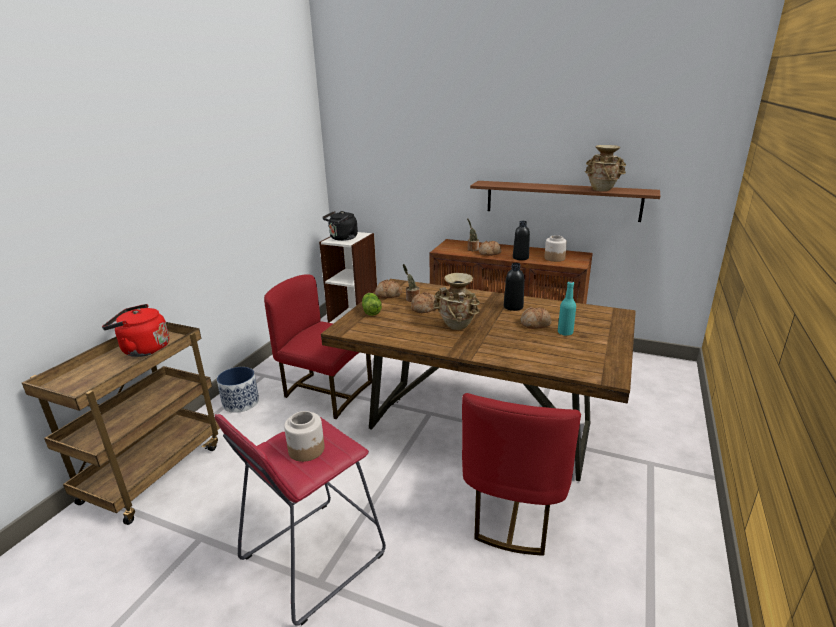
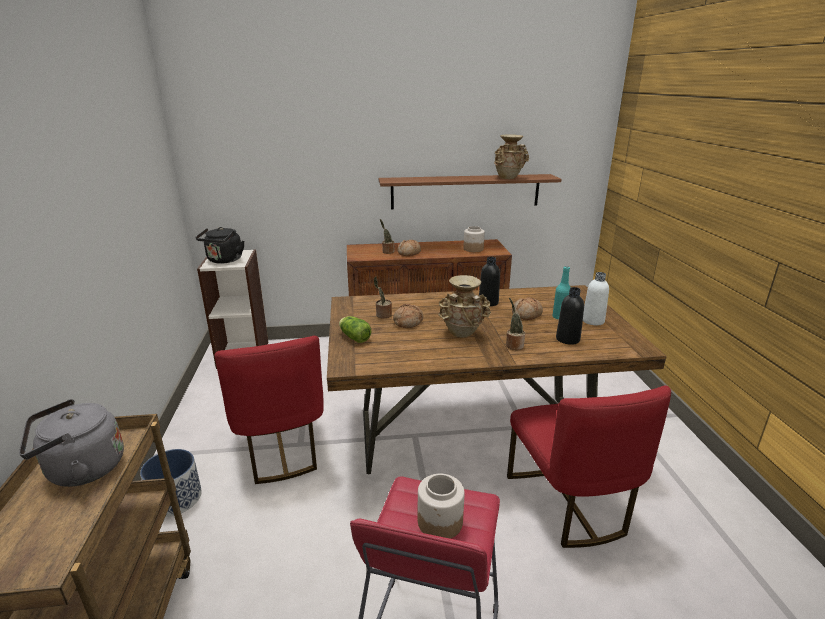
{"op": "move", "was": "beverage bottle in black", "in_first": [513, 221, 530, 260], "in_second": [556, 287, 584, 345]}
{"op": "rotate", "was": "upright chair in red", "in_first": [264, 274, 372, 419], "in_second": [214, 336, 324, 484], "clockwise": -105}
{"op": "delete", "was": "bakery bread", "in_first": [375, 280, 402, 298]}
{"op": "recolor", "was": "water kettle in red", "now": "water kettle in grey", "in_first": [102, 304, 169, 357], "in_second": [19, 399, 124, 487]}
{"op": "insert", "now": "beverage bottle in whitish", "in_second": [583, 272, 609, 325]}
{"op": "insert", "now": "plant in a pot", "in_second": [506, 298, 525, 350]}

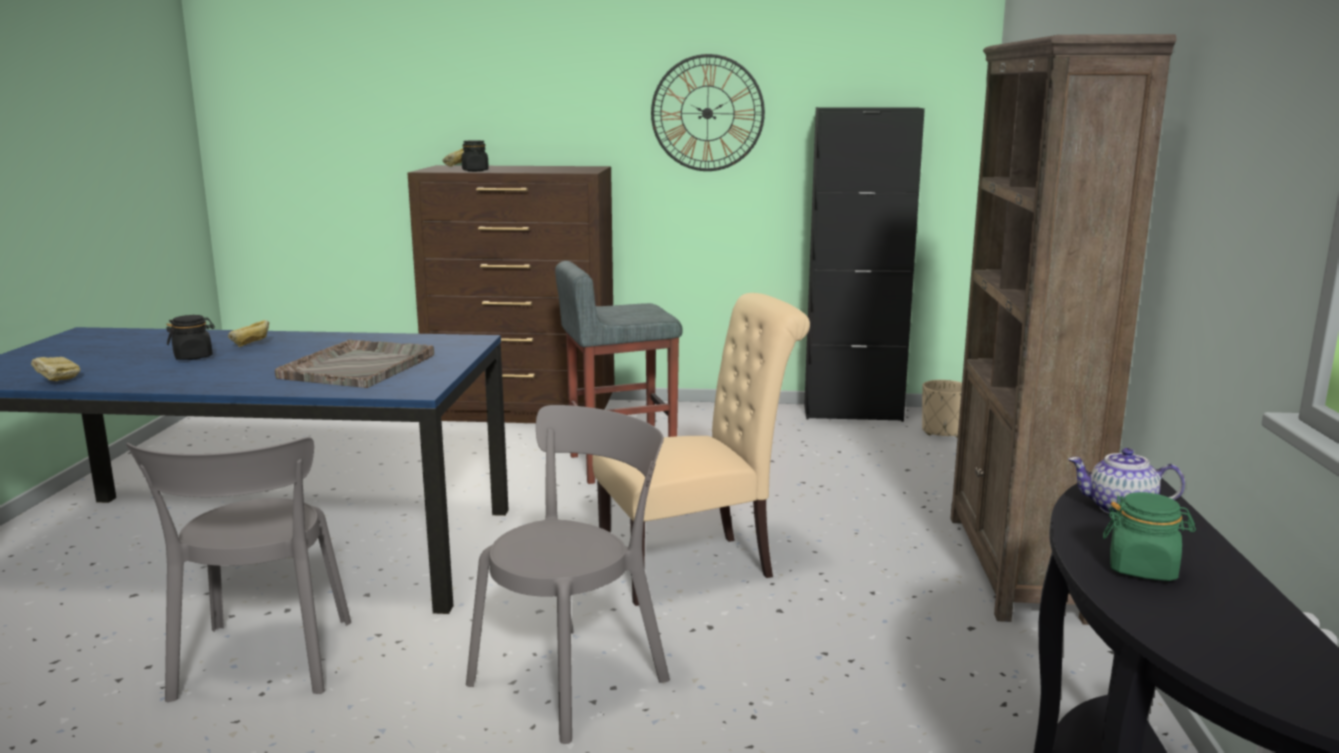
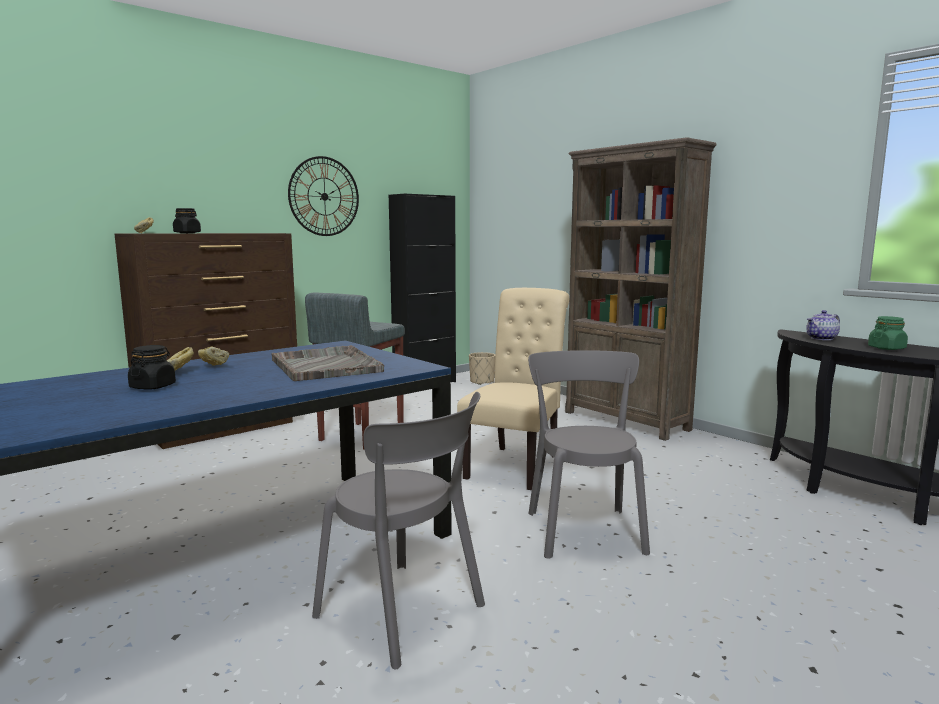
{"op": "move", "was": "bakery bread", "in_first": [31, 357, 80, 381], "in_second": [198, 347, 229, 366]}

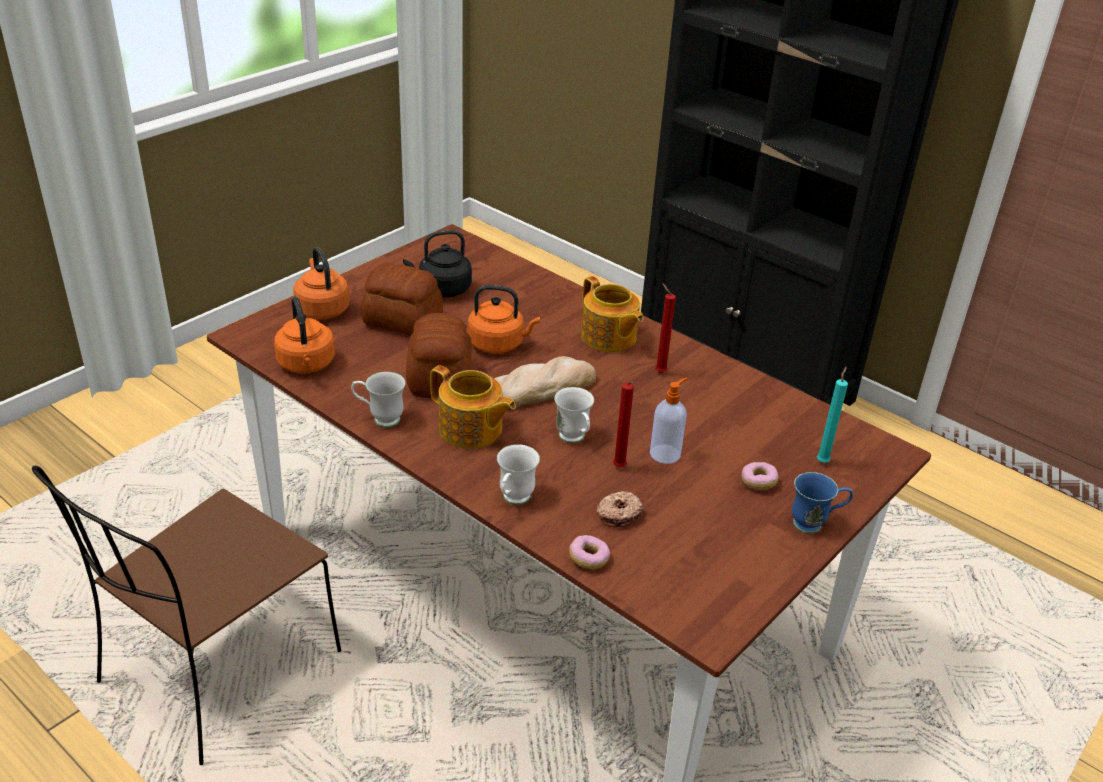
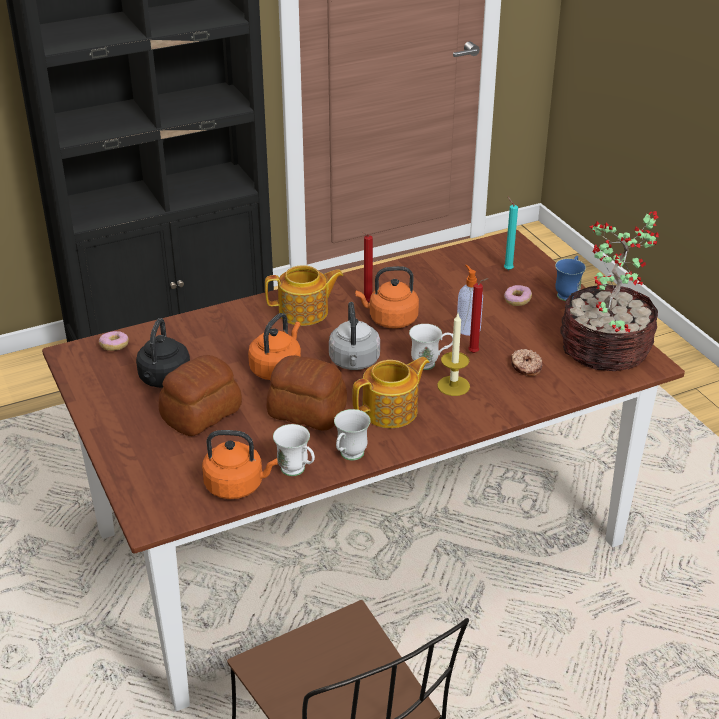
{"op": "move", "was": "water kettle in orange-coloured", "in_first": [293, 247, 350, 320], "in_second": [355, 266, 419, 329]}
{"op": "replace", "was": "bakery bread", "now": "water kettle in grey", "in_first": [494, 356, 596, 409], "in_second": [329, 302, 380, 370]}
{"op": "move", "was": "tea mug in whitish", "in_first": [497, 444, 540, 505], "in_second": [273, 424, 315, 476]}
{"op": "move", "was": "ring doughnut", "in_first": [569, 535, 610, 569], "in_second": [99, 331, 129, 351]}
{"op": "insert", "now": "plant in a pot", "in_second": [561, 211, 659, 371]}
{"op": "insert", "now": "wax light", "in_second": [437, 314, 470, 396]}

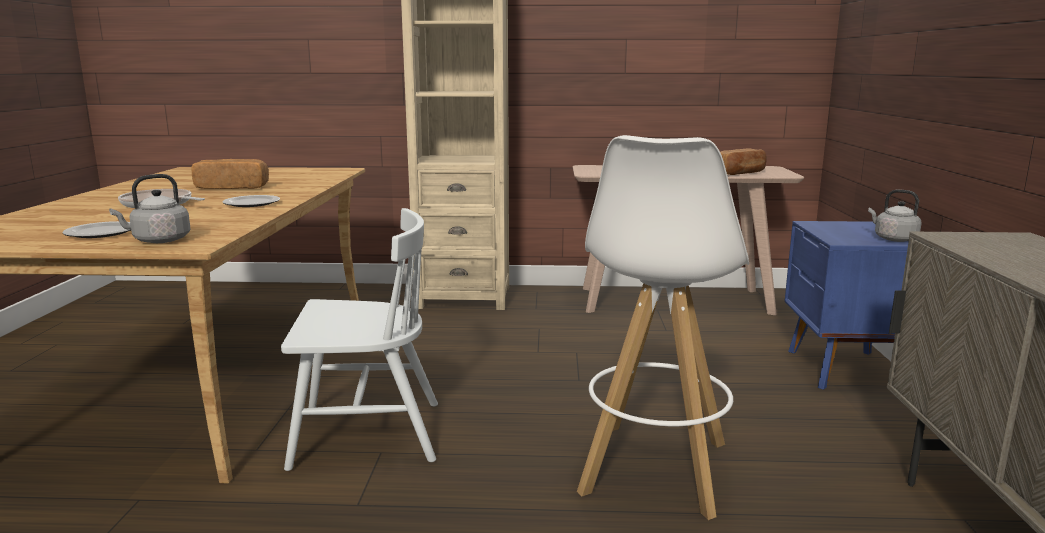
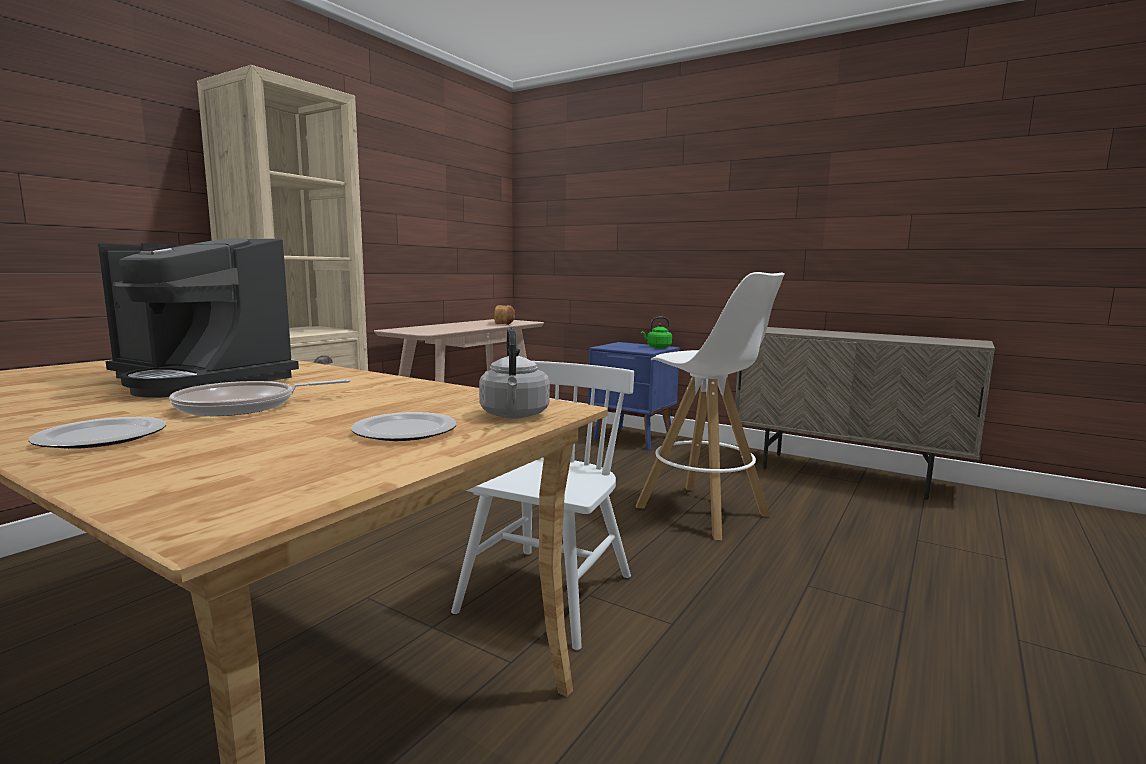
{"op": "replace", "was": "bakery bread", "now": "coffee brewer", "in_first": [192, 159, 269, 189], "in_second": [98, 238, 299, 398]}
{"op": "recolor", "was": "water kettle in grey", "now": "water kettle in green", "in_first": [868, 190, 922, 242], "in_second": [641, 317, 672, 348]}
{"op": "move", "was": "plate", "in_first": [223, 195, 280, 207], "in_second": [28, 417, 166, 449]}

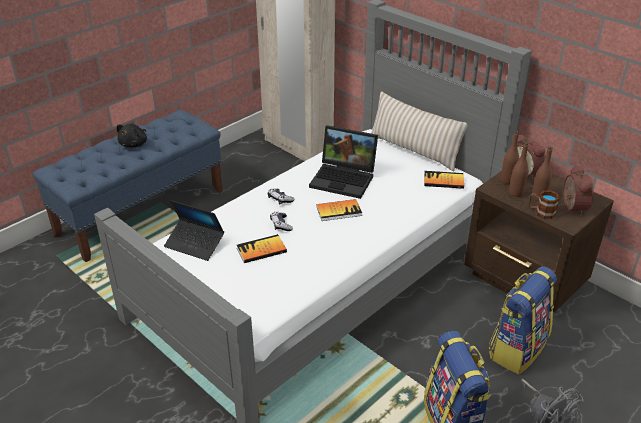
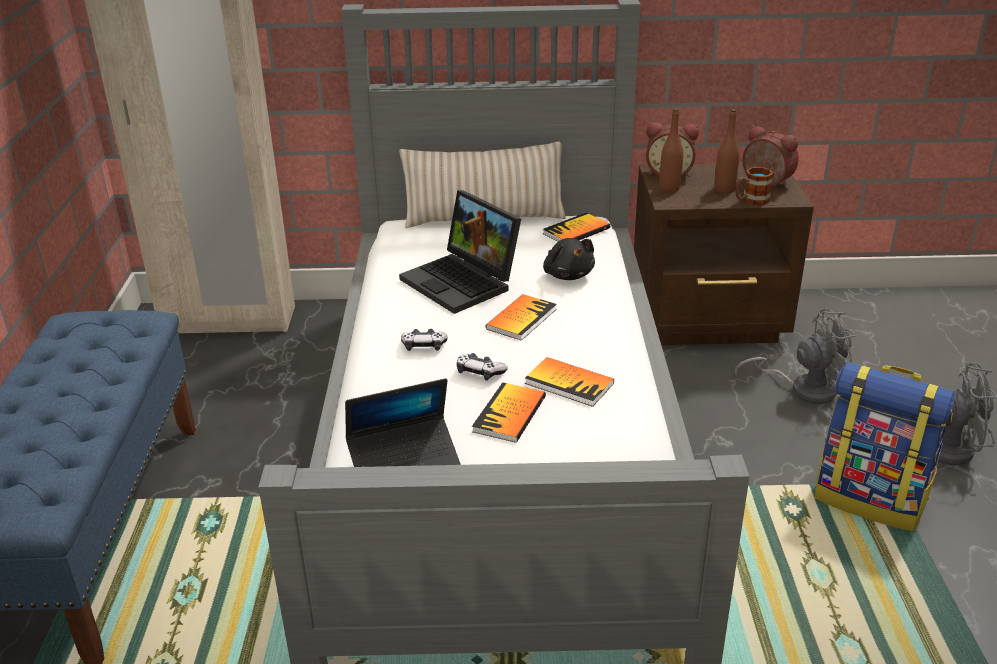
{"op": "move", "was": "soft toy in black", "in_first": [117, 124, 147, 148], "in_second": [543, 238, 595, 280]}
{"op": "rotate", "was": "notebook computer", "in_first": [309, 125, 378, 199], "in_second": [399, 190, 521, 314], "clockwise": 75}
{"op": "delete", "was": "beverage bottle in brown-coloured", "in_first": [509, 142, 529, 197]}
{"op": "replace", "was": "backpack", "now": "cooling fan in grey", "in_first": [489, 266, 557, 375], "in_second": [735, 309, 856, 404]}
{"op": "insert", "now": "volume", "in_second": [525, 357, 614, 407]}

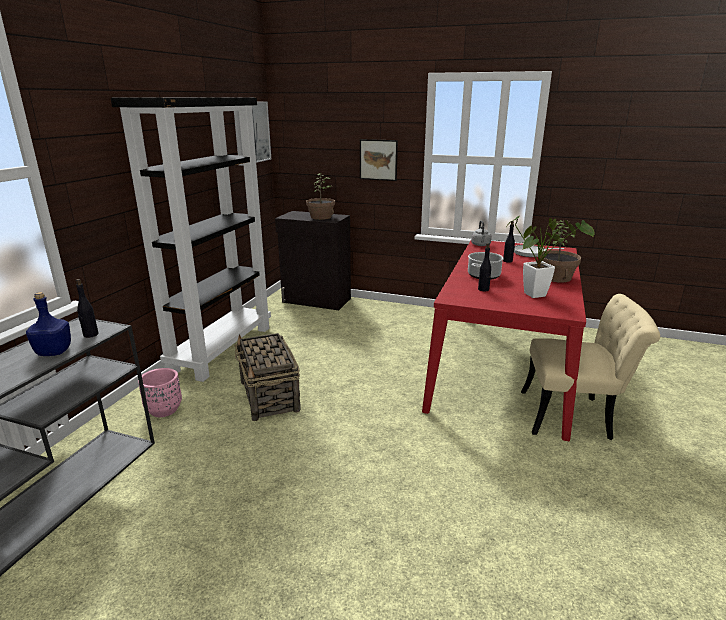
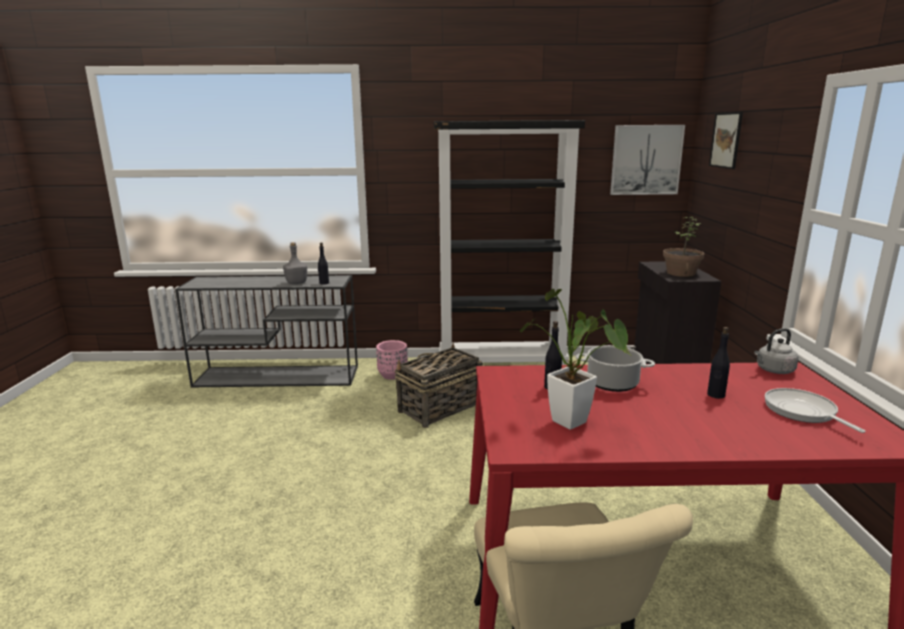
{"op": "move", "was": "wall picture", "in_first": [360, 139, 398, 181], "in_second": [709, 112, 743, 169]}
{"op": "delete", "was": "plant in a pot", "in_first": [541, 220, 581, 282]}
{"op": "recolor", "was": "beverage bottle in blue-coloured", "now": "beverage bottle in grey", "in_first": [26, 292, 71, 356], "in_second": [283, 242, 307, 284]}

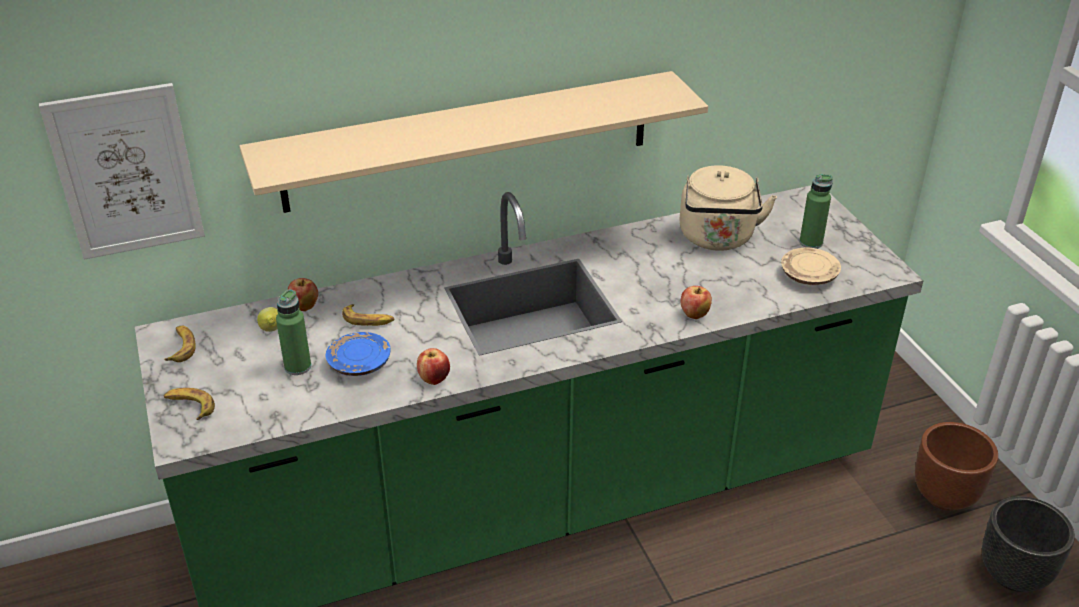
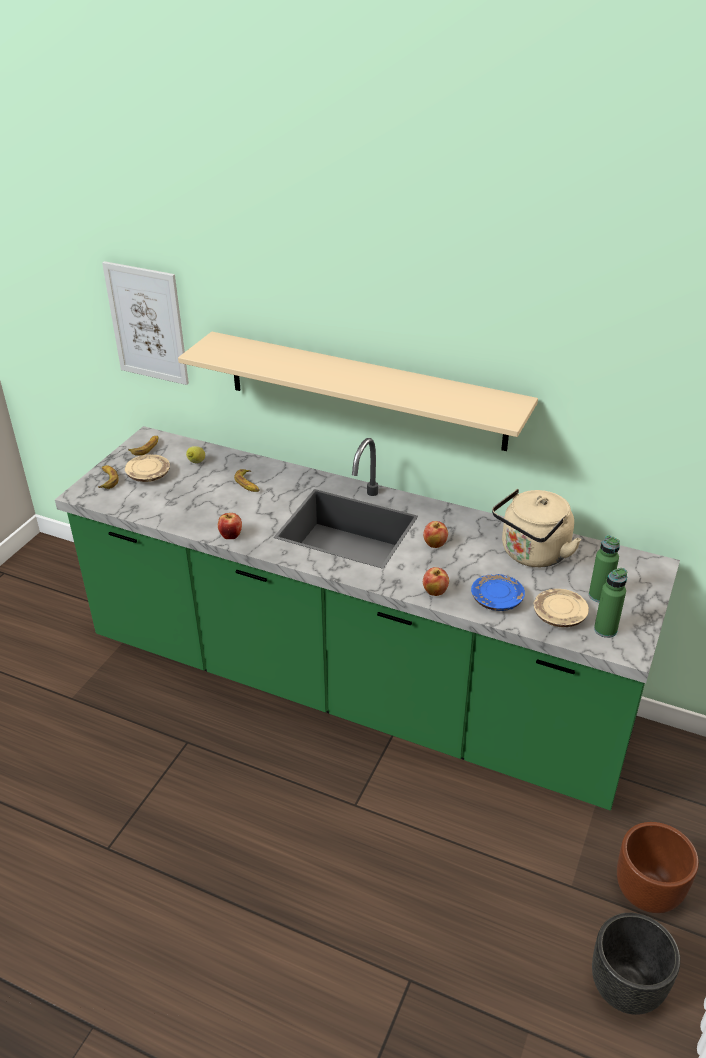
{"op": "move", "was": "apple", "in_first": [288, 278, 318, 311], "in_second": [423, 521, 448, 548]}
{"op": "move", "was": "beverage bottle in green", "in_first": [276, 290, 311, 375], "in_second": [594, 568, 628, 638]}
{"op": "move", "was": "plate in blue-coloured", "in_first": [326, 332, 391, 376], "in_second": [471, 574, 525, 611]}
{"op": "insert", "now": "plate in beige-coloured", "in_second": [125, 455, 170, 482]}

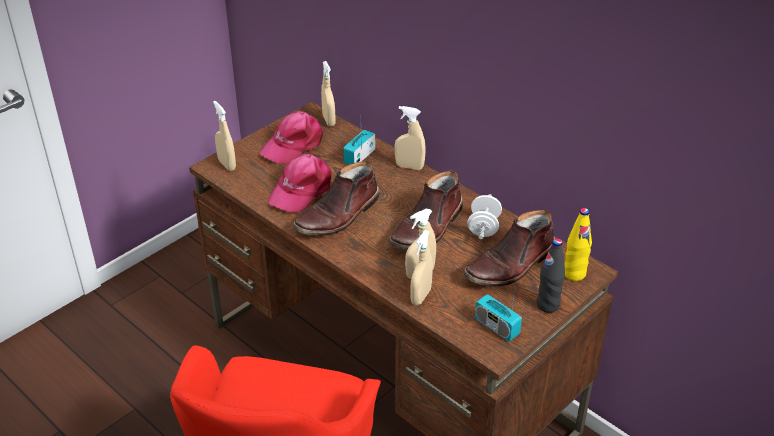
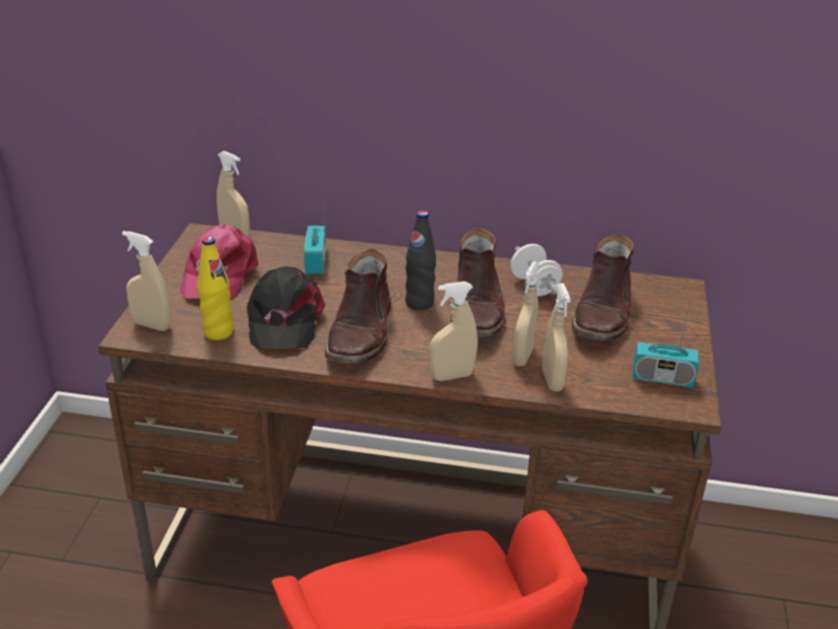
{"op": "move", "was": "sprayer in beige-coloured", "in_first": [395, 106, 426, 170], "in_second": [429, 281, 478, 381]}
{"op": "recolor", "was": "baseball cap in pinkish", "now": "baseball cap in black", "in_first": [268, 154, 332, 213], "in_second": [247, 266, 325, 350]}
{"op": "move", "was": "beverage bottle in yellowish", "in_first": [564, 208, 592, 281], "in_second": [197, 237, 234, 340]}
{"op": "move", "was": "beverage bottle in black", "in_first": [536, 238, 565, 313], "in_second": [405, 211, 436, 310]}

